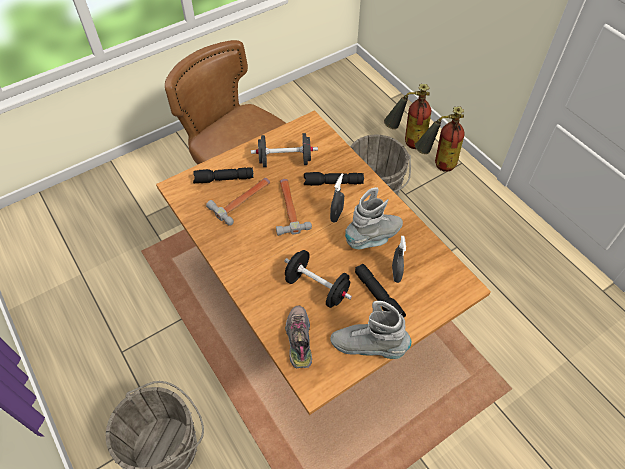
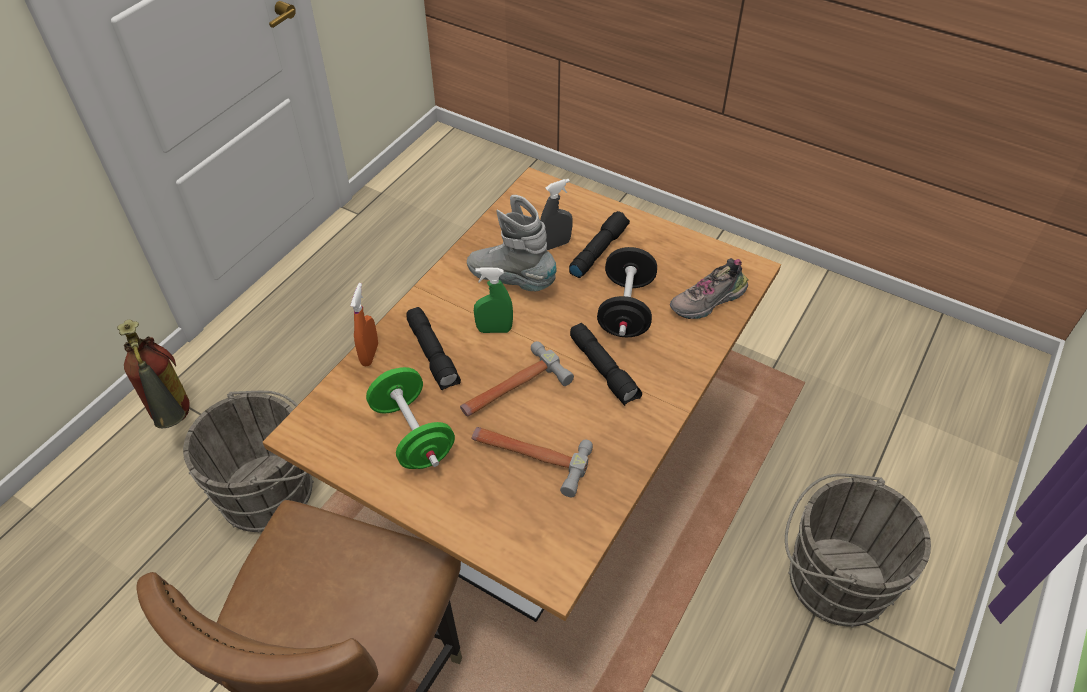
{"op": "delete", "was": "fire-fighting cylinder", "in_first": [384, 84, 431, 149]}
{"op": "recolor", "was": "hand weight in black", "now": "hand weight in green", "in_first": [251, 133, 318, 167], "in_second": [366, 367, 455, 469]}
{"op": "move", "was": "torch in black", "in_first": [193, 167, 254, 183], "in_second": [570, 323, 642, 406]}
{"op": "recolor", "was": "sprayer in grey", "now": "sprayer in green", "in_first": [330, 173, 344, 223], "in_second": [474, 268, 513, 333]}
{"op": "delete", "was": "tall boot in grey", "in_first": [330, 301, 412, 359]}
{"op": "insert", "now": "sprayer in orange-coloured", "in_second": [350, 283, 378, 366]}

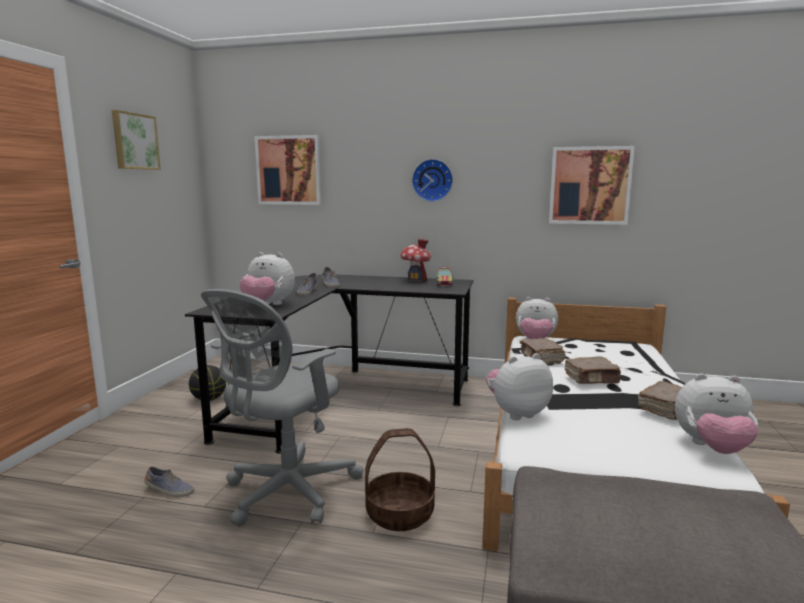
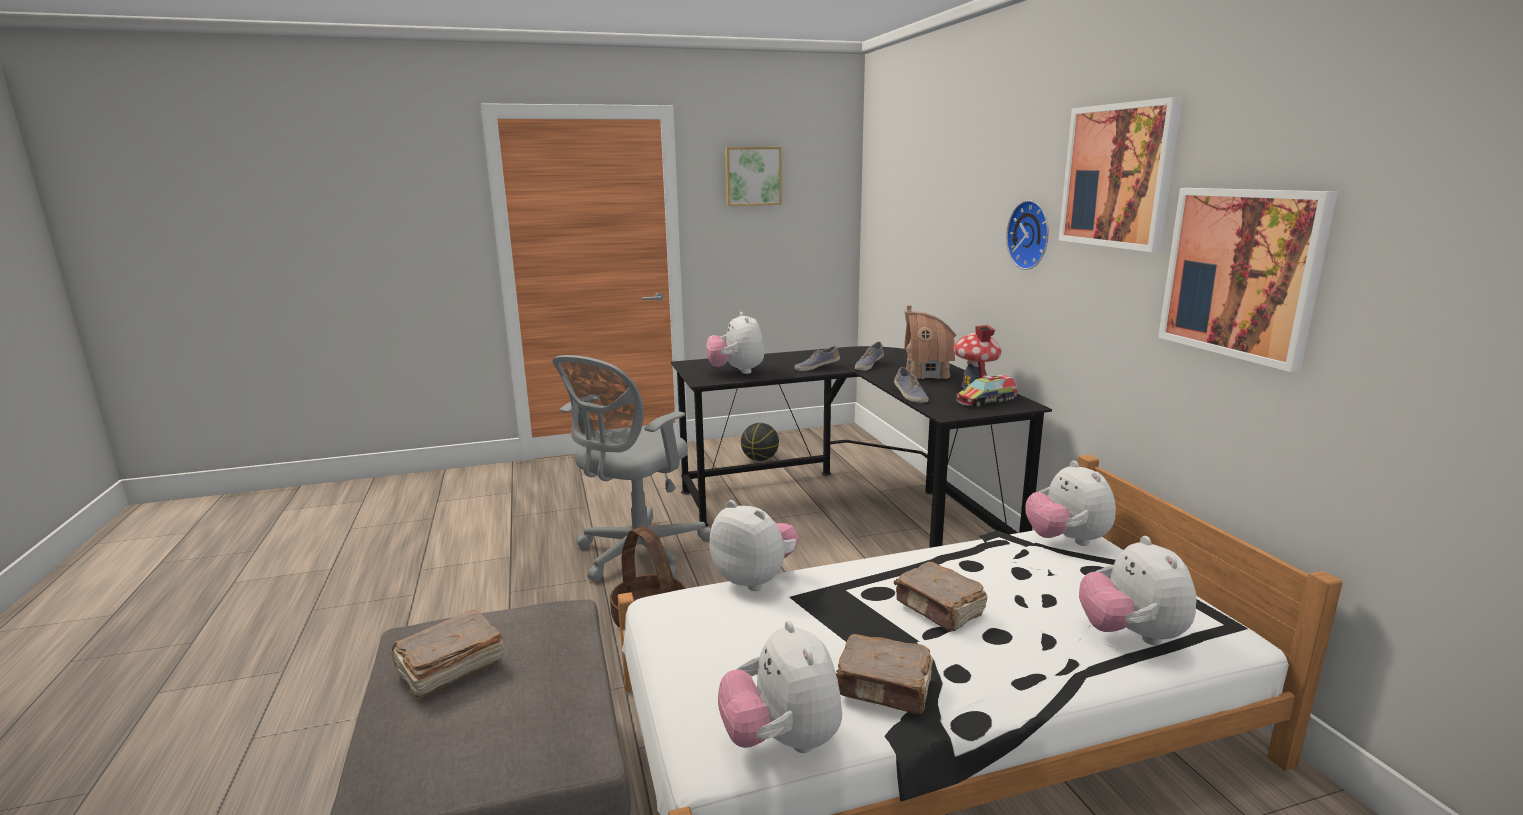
{"op": "move", "was": "wall picture", "in_first": [255, 135, 321, 205], "in_second": [1059, 97, 1182, 252]}
{"op": "rotate", "was": "desk chair in grey", "in_first": [201, 289, 364, 526], "in_second": [552, 355, 711, 582], "clockwise": -60}
{"op": "move", "was": "volume in brown-coloured", "in_first": [520, 338, 566, 364], "in_second": [391, 610, 505, 699]}
{"op": "move", "was": "low shoe", "in_first": [144, 466, 194, 497], "in_second": [894, 367, 929, 403]}
{"op": "insert", "now": "toy house", "in_second": [904, 305, 956, 379]}
{"op": "insert", "now": "soft toy", "in_second": [1079, 536, 1196, 645]}

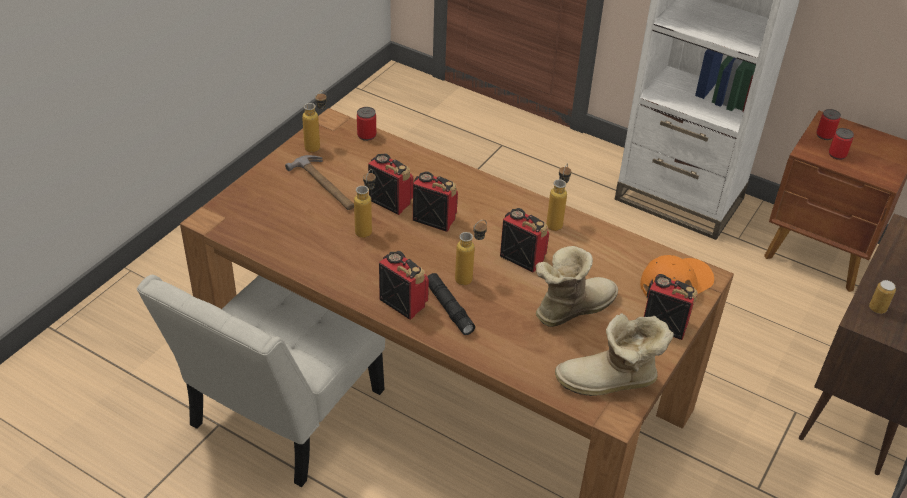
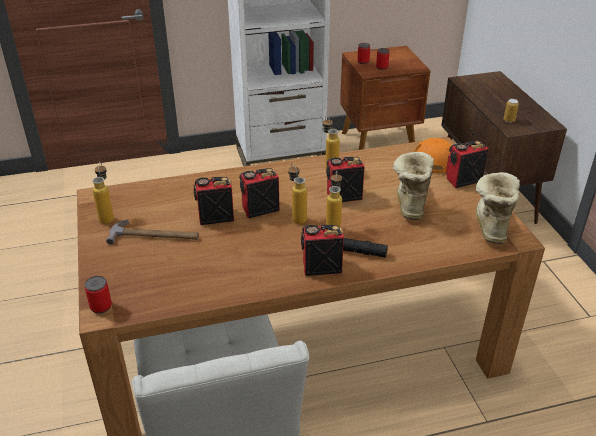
{"op": "move", "was": "can", "in_first": [357, 107, 376, 141], "in_second": [85, 276, 112, 314]}
{"op": "move", "was": "beverage bottle", "in_first": [354, 169, 376, 238], "in_second": [288, 163, 307, 224]}
{"op": "rotate", "was": "tall boot", "in_first": [555, 313, 674, 396], "in_second": [475, 172, 520, 244], "clockwise": 150}

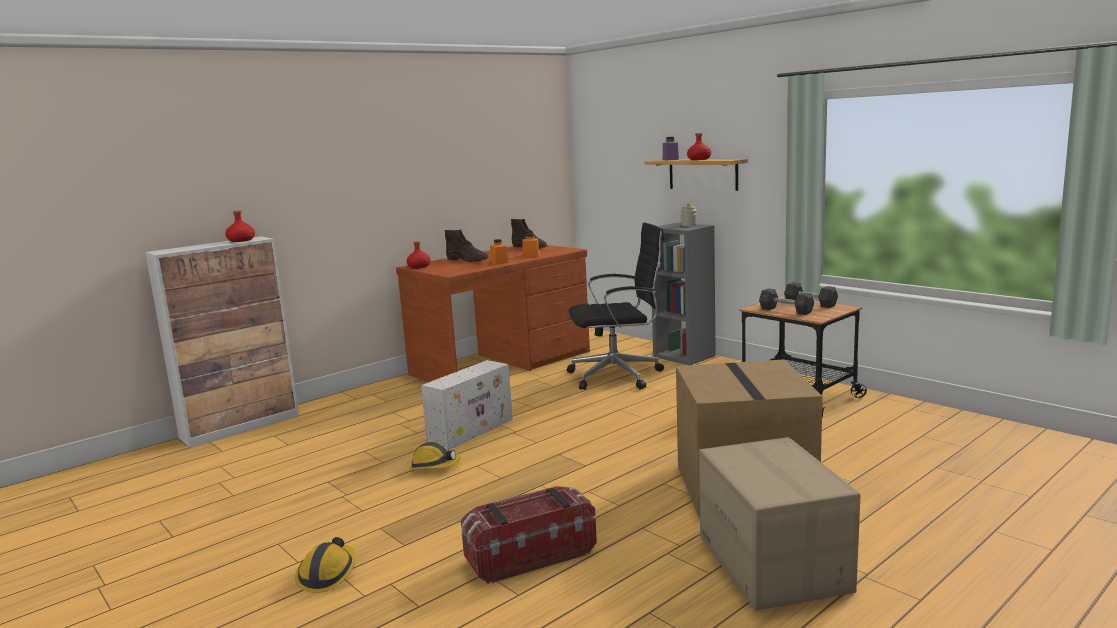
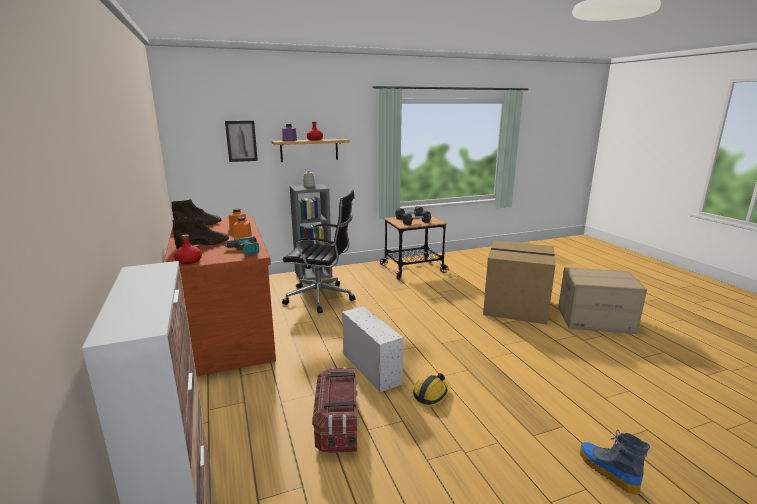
{"op": "delete", "was": "beverage bottle in red", "in_first": [225, 211, 255, 242]}
{"op": "rotate", "was": "desk chair in black", "in_first": [567, 222, 664, 390], "in_second": [282, 190, 355, 314], "clockwise": 90}
{"op": "move", "was": "storage box", "in_first": [461, 486, 597, 584], "in_second": [312, 367, 358, 453]}
{"op": "replace", "was": "work helmet", "now": "tall boot", "in_first": [295, 537, 356, 593], "in_second": [580, 429, 650, 495]}
{"op": "insert", "now": "wall picture", "in_second": [225, 121, 258, 162]}
{"op": "insert", "now": "power drill", "in_second": [223, 236, 259, 255]}

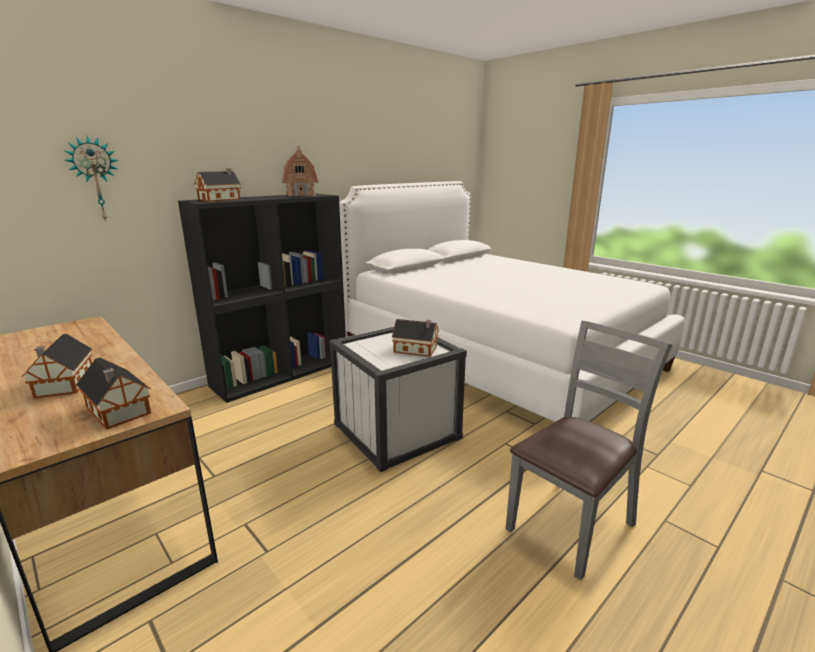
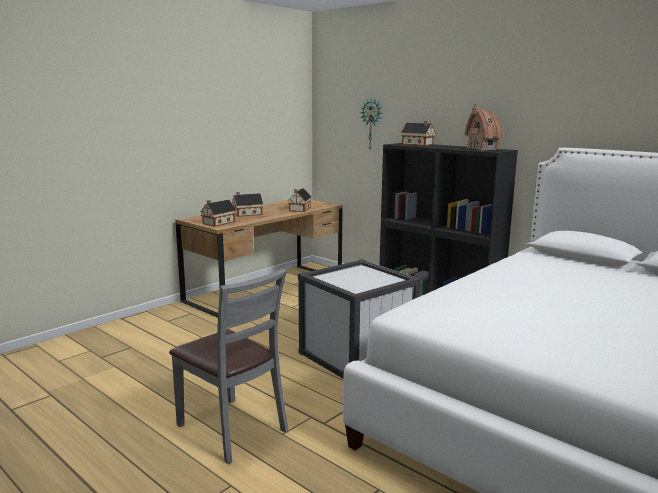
{"op": "move", "was": "toy house", "in_first": [392, 319, 439, 357], "in_second": [287, 188, 312, 212]}

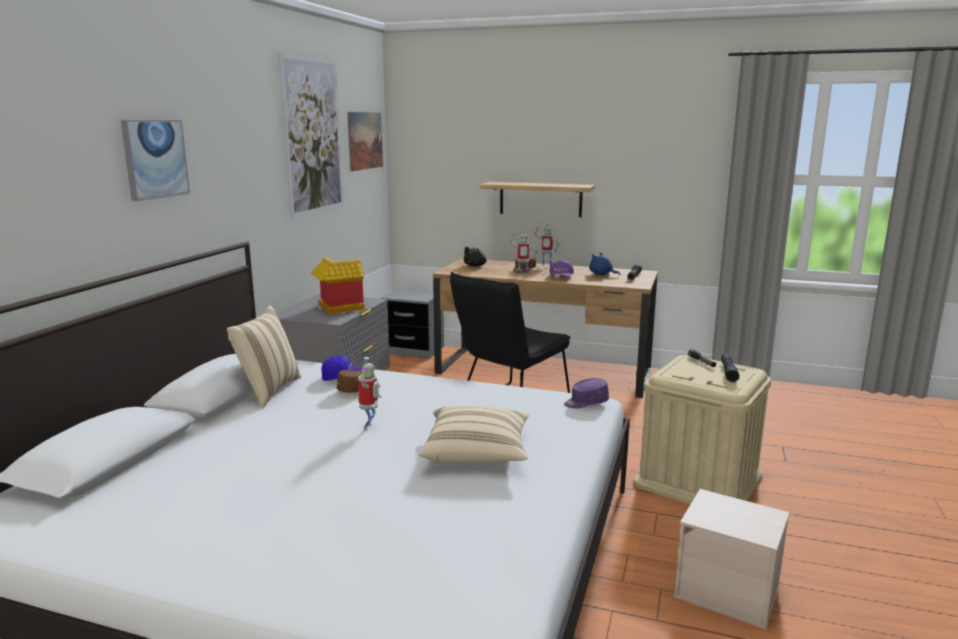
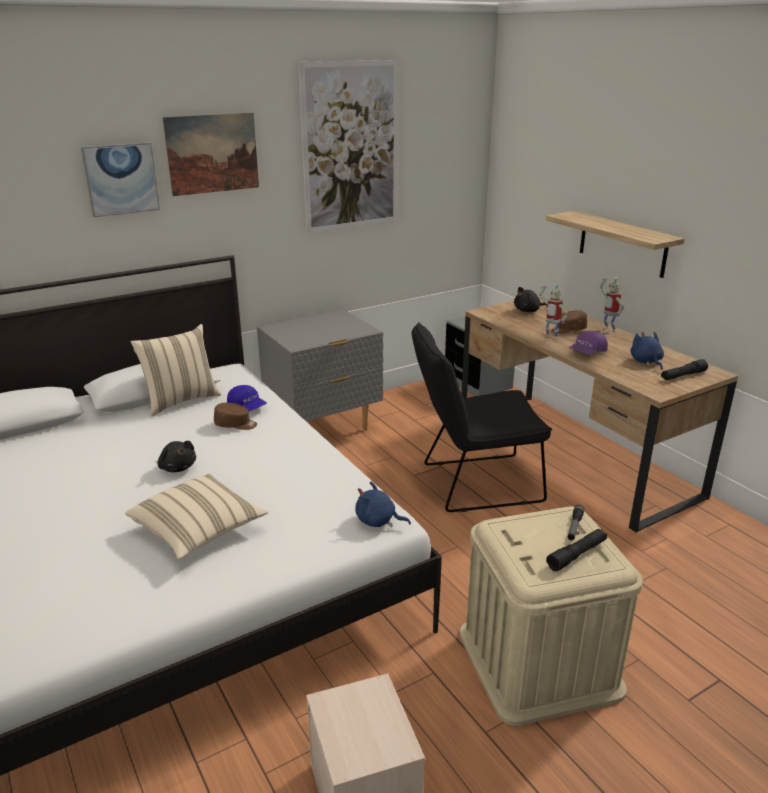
{"op": "move", "was": "wall picture", "in_first": [347, 112, 383, 171], "in_second": [162, 113, 259, 196]}
{"op": "delete", "was": "toy house", "in_first": [311, 257, 365, 314]}
{"op": "replace", "was": "model robot", "now": "soft toy in black", "in_first": [358, 357, 381, 431], "in_second": [157, 441, 196, 472]}
{"op": "replace", "was": "baseball cap in purplish", "now": "soft toy in blue-coloured", "in_first": [564, 378, 609, 408], "in_second": [355, 481, 411, 527]}

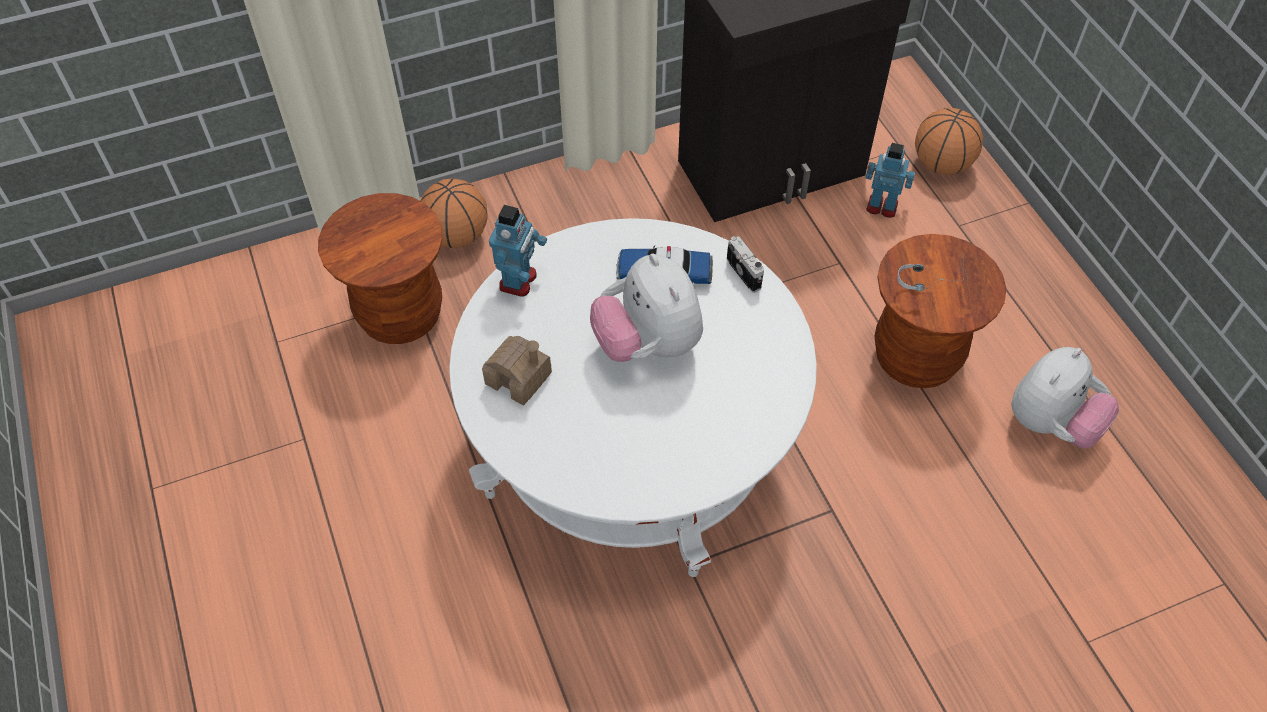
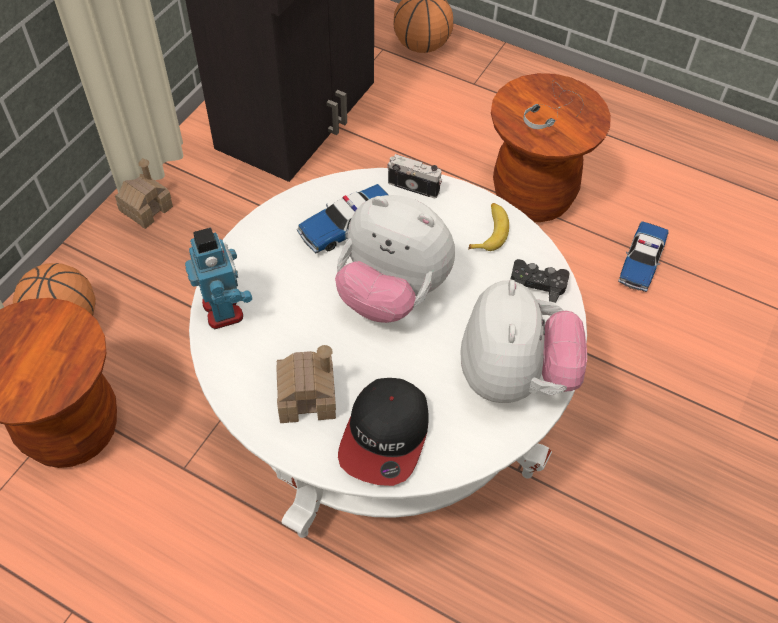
{"op": "delete", "was": "model robot", "in_first": [866, 143, 915, 218]}
{"op": "move", "was": "soft toy", "in_first": [1011, 347, 1119, 448], "in_second": [460, 280, 587, 403]}
{"op": "insert", "now": "toy house", "in_second": [115, 158, 173, 229]}
{"op": "insert", "now": "banana fruit", "in_second": [468, 203, 509, 251]}
{"op": "insert", "now": "toy car", "in_second": [618, 221, 669, 292]}
{"op": "insert", "now": "gamepad in black", "in_second": [510, 259, 570, 303]}
{"op": "insert", "now": "baseball cap", "in_second": [338, 378, 429, 486]}

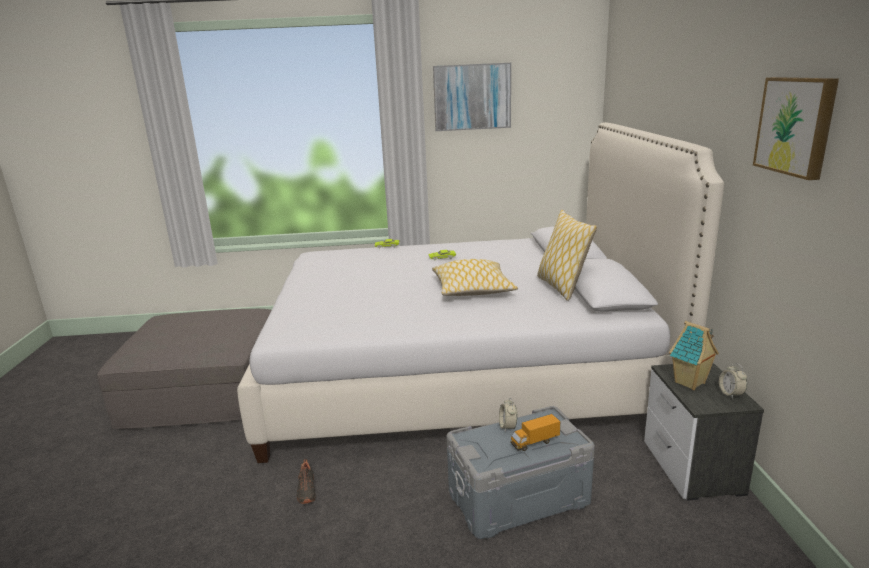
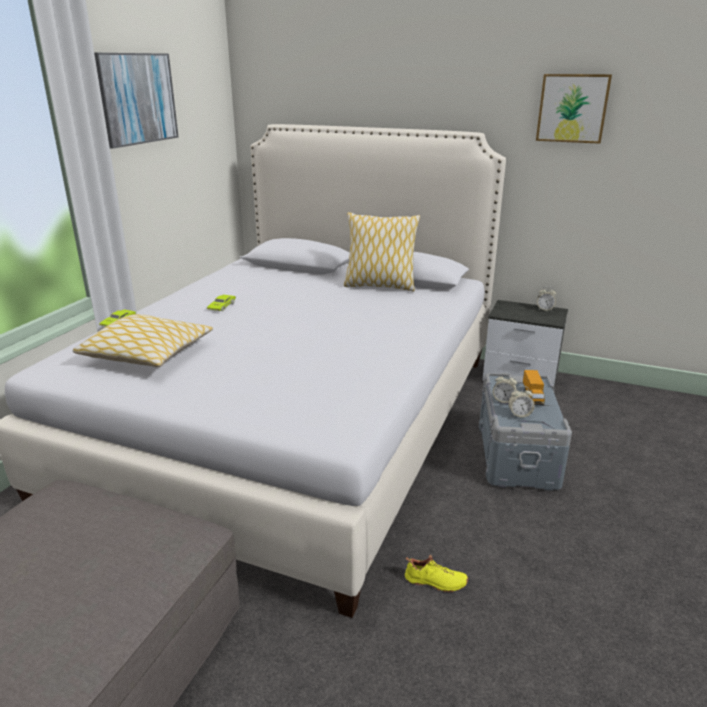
{"op": "move", "was": "throw pillow", "in_first": [432, 259, 518, 296], "in_second": [72, 314, 213, 367]}
{"op": "delete", "was": "toy house", "in_first": [669, 321, 719, 390]}
{"op": "recolor", "was": "low shoe in black", "now": "low shoe in yellowish", "in_first": [297, 459, 316, 504], "in_second": [405, 555, 468, 592]}
{"op": "insert", "now": "table clock", "in_second": [508, 386, 535, 418]}

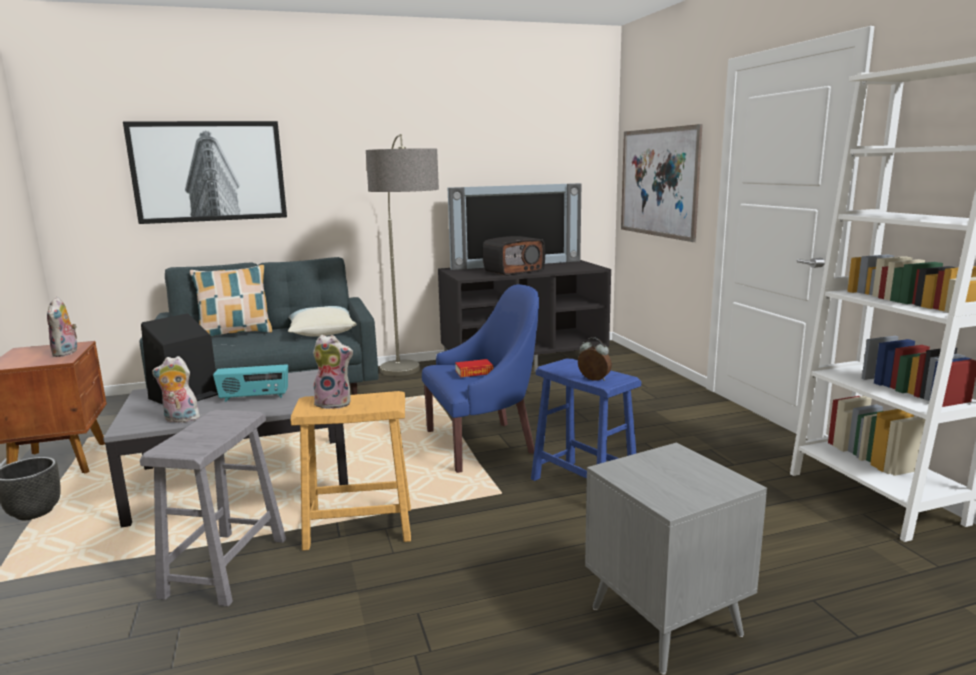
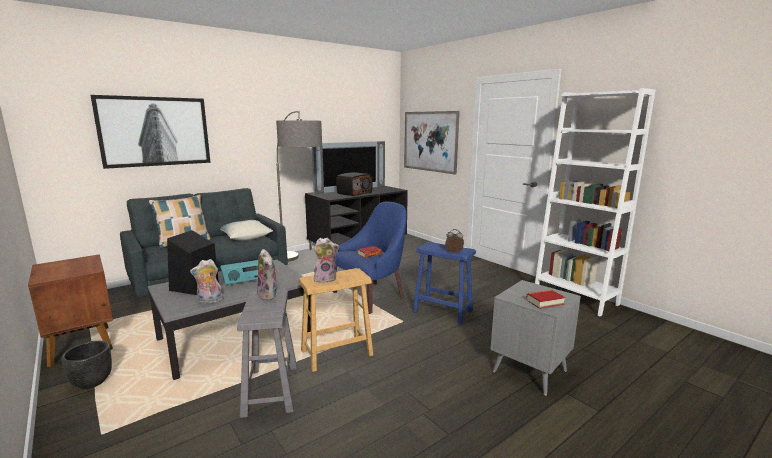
{"op": "move", "was": "soft toy", "in_first": [47, 297, 77, 357], "in_second": [257, 249, 278, 301]}
{"op": "insert", "now": "volume", "in_second": [526, 290, 565, 309]}

